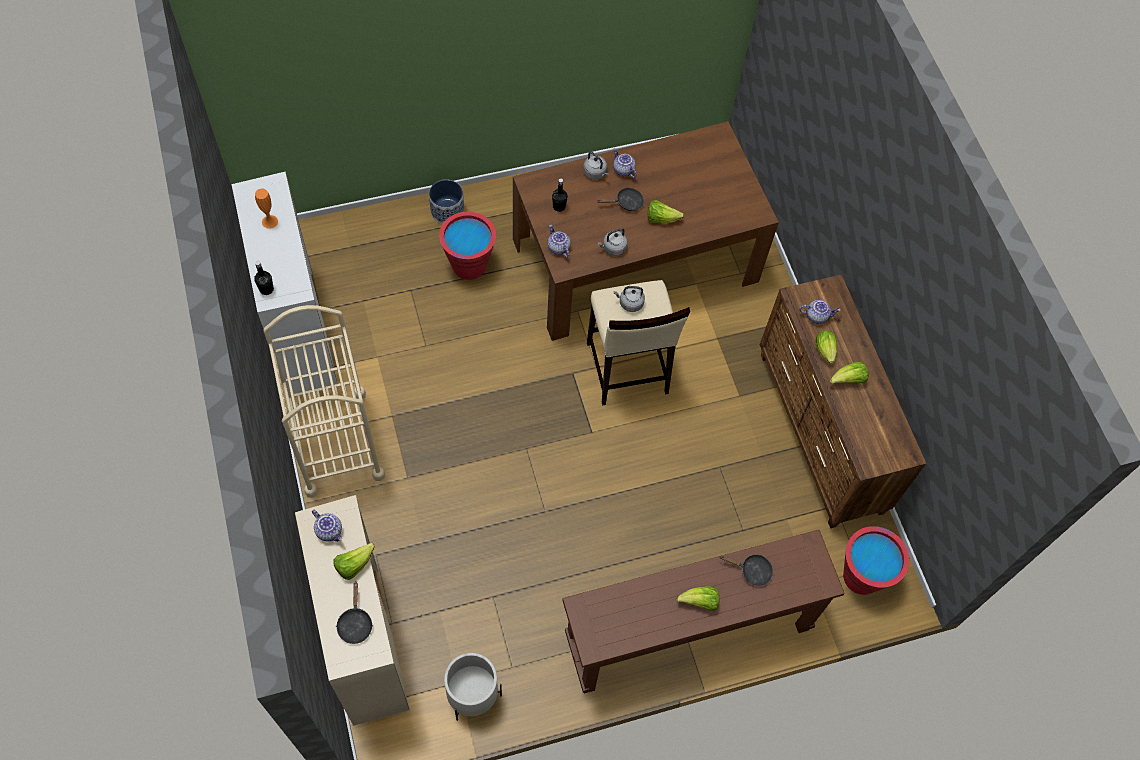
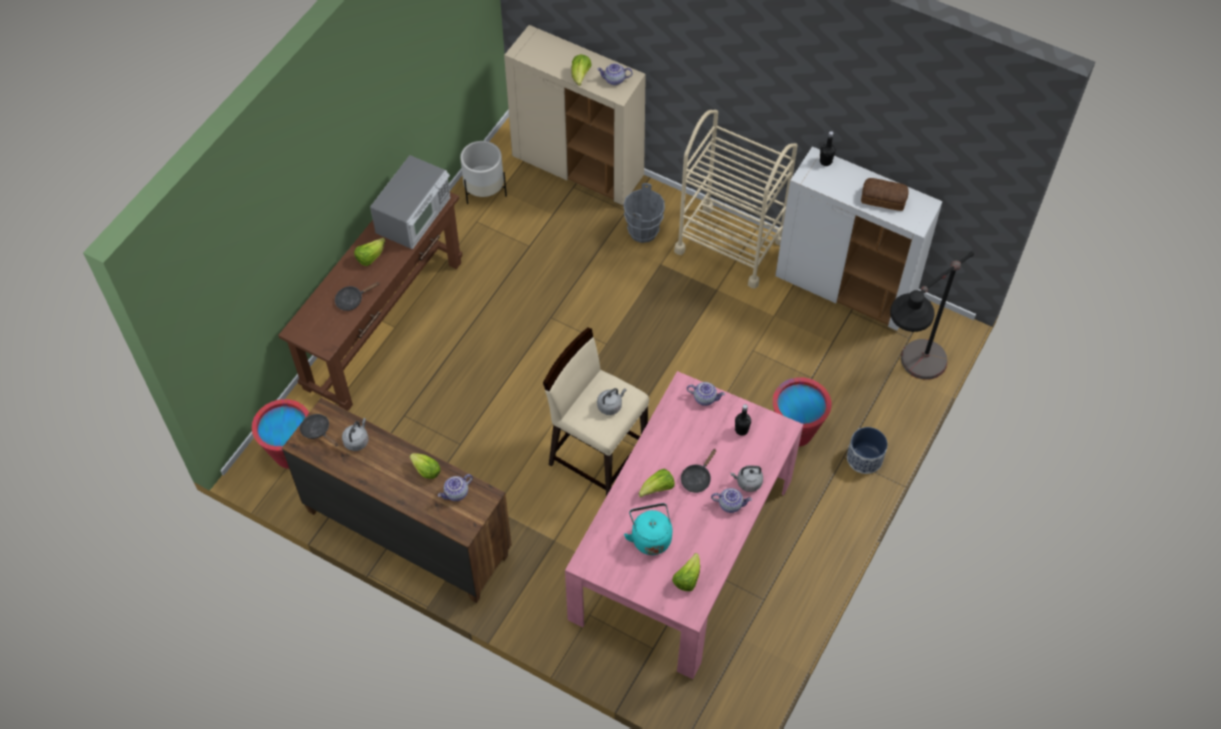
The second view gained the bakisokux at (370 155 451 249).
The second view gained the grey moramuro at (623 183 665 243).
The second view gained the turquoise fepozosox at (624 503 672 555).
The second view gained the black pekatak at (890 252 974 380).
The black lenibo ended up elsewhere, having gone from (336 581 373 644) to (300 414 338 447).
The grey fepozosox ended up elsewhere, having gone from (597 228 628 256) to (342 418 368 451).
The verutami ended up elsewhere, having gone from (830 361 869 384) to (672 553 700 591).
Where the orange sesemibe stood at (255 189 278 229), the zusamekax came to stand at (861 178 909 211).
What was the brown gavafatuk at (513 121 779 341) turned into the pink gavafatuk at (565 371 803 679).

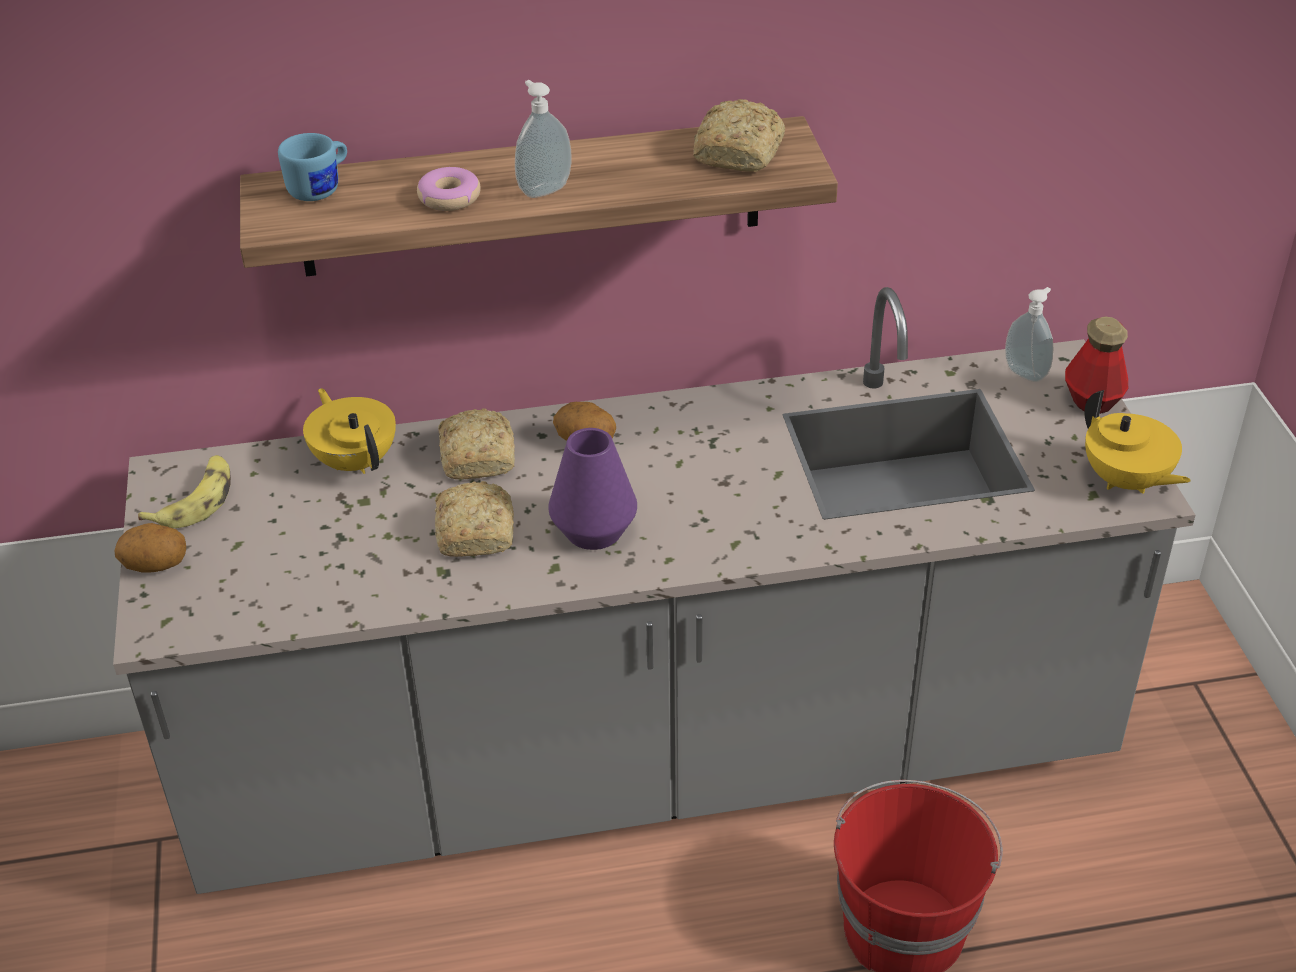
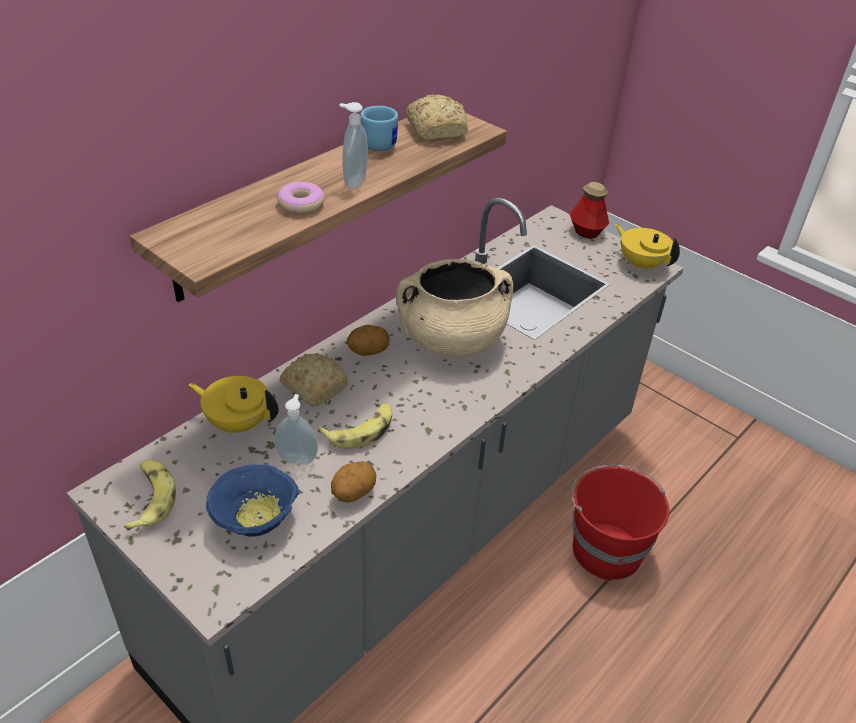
The second view lost the purple sesemibe at (548 428 637 550).
The second view gained the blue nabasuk at (206 464 299 536).
The second view gained the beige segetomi at (396 259 513 357).
The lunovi ended up elsewhere, having gone from (114 523 186 573) to (331 461 376 503).
The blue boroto ended up elsewhere, having gone from (278 133 347 201) to (360 106 398 151).
The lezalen ended up elsewhere, having gone from (1005 287 1053 382) to (274 394 318 465).
Where the zusamekax stood at (435 481 514 557), the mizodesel came to stand at (318 403 392 448).
The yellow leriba at (1085 390 1191 494) ended up facing another way, 150 degrees counterclockwise from before.

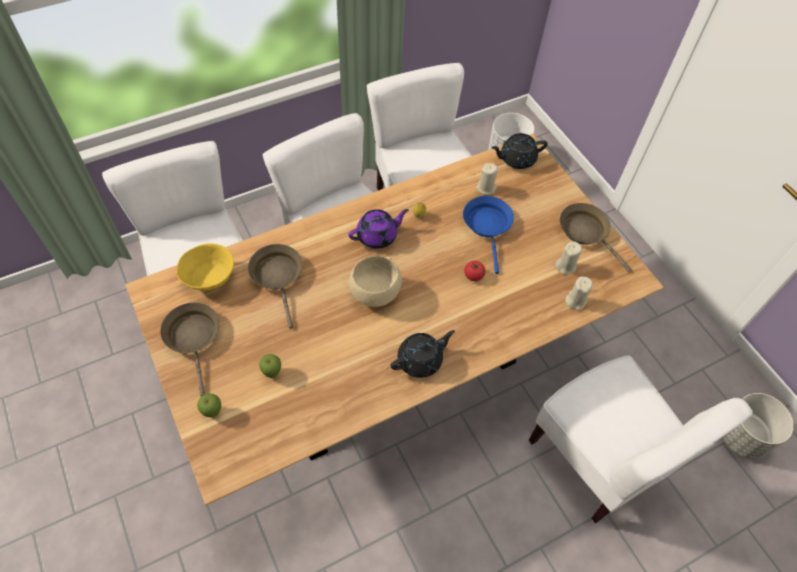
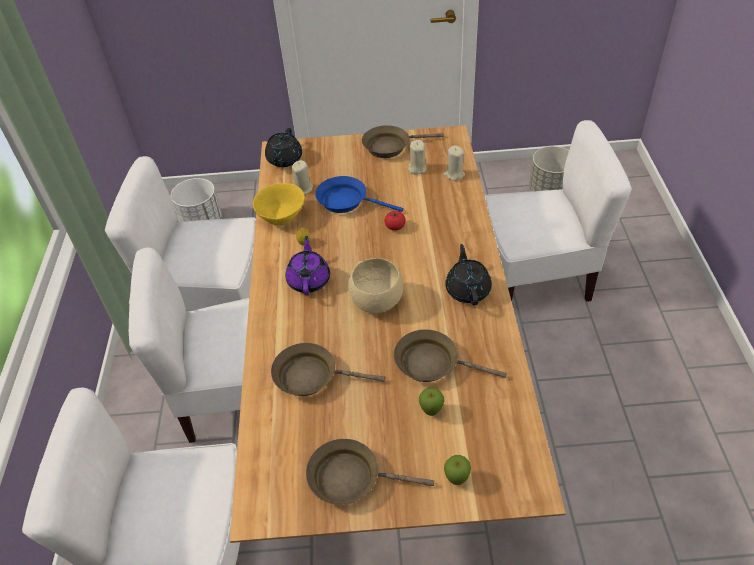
The second view gained the brown lenibo at (394 329 507 382).
The yellow nabasuk ended up elsewhere, having gone from (176 243 234 290) to (253 183 305 225).

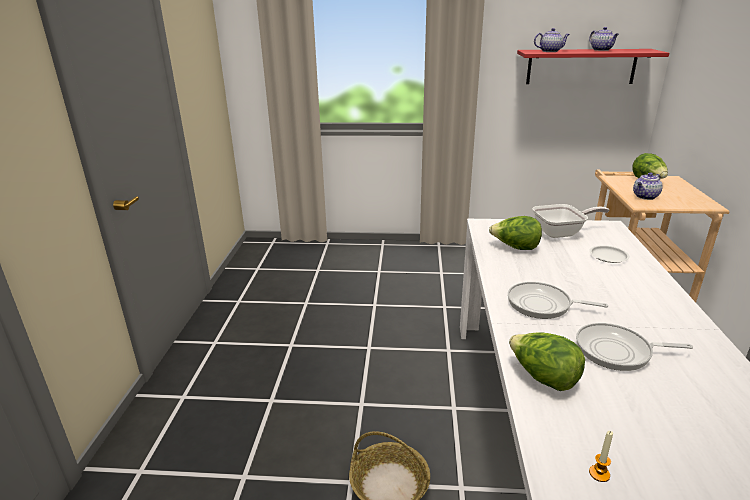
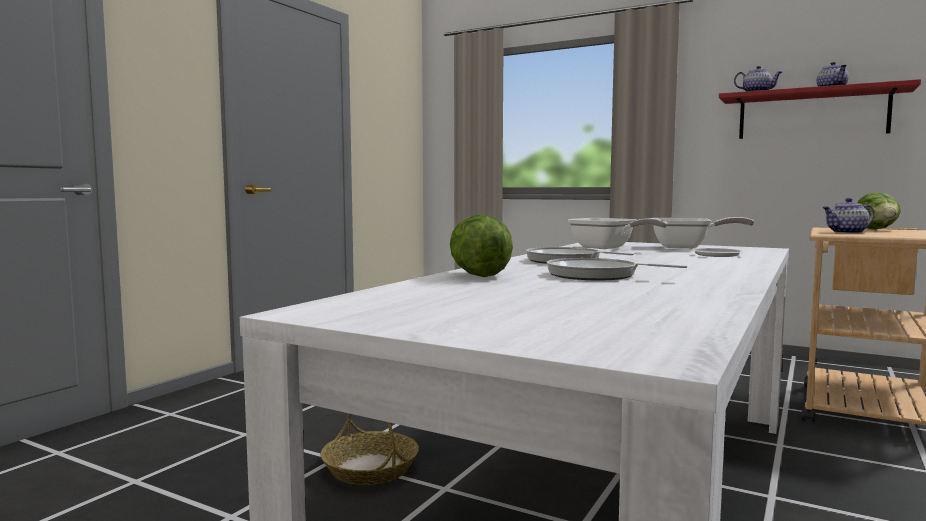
The second view lost the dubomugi at (589 431 613 482).
Where the verutami stood at (489 216 542 250), the lenibo came to stand at (568 218 668 249).

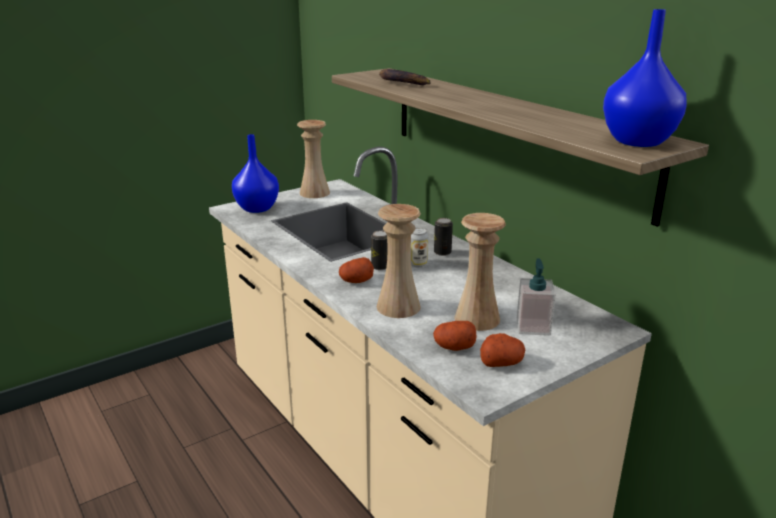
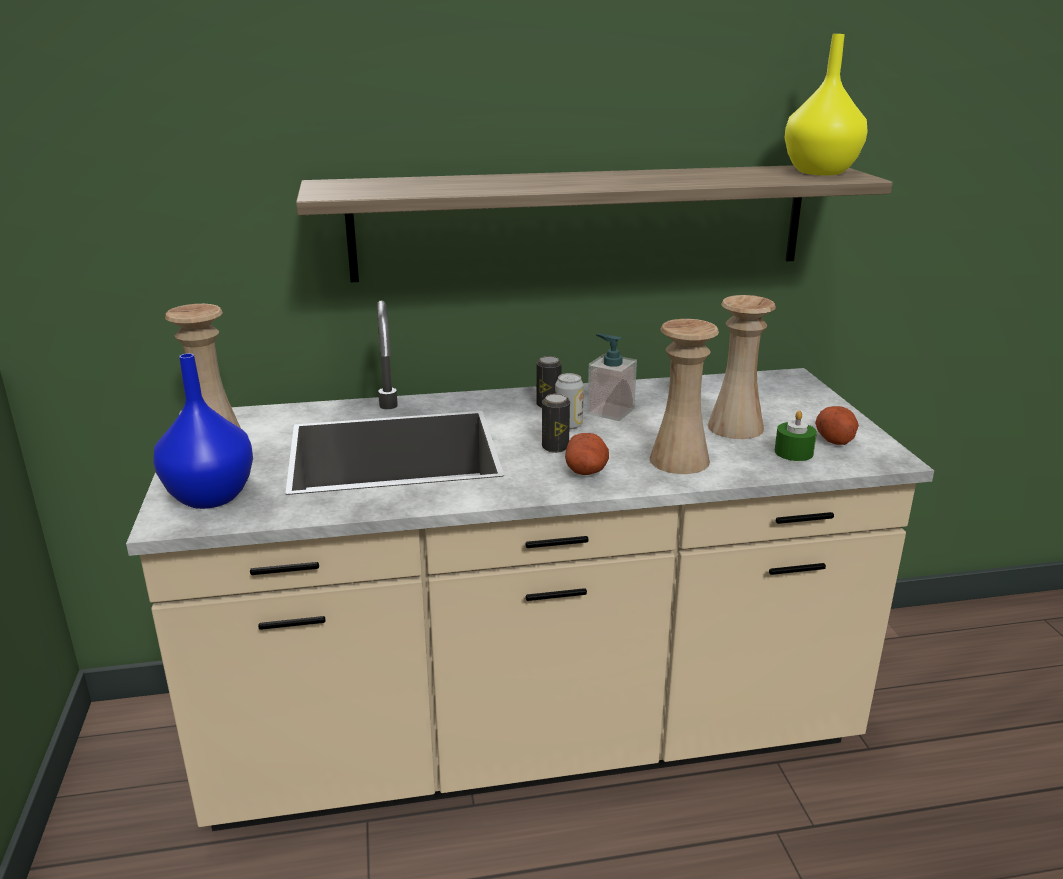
The second view lost the mizodesel at (379 69 431 85).
The lezalen ended up elsewhere, having gone from (517 259 556 336) to (587 334 637 421).
Where the lunovi stood at (433 321 477 351), the green dubomugi came to stand at (774 411 817 461).
What was the blue sesemibe at (603 9 687 147) turned into the yellow sesemibe at (785 34 868 175).

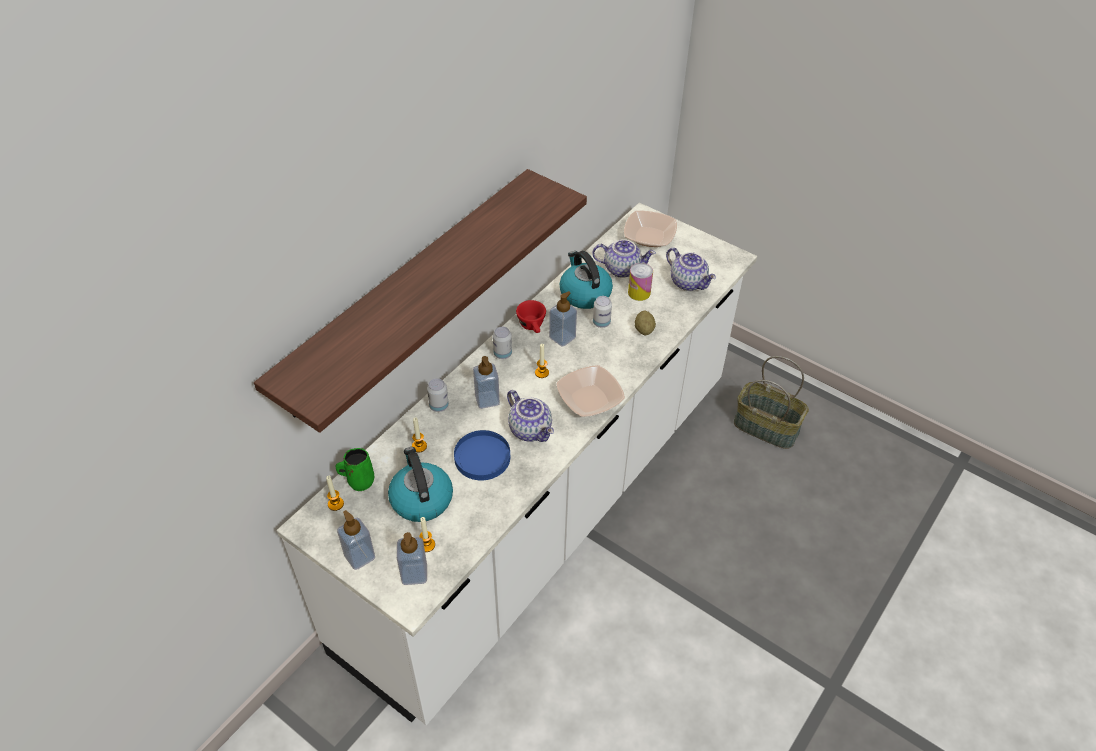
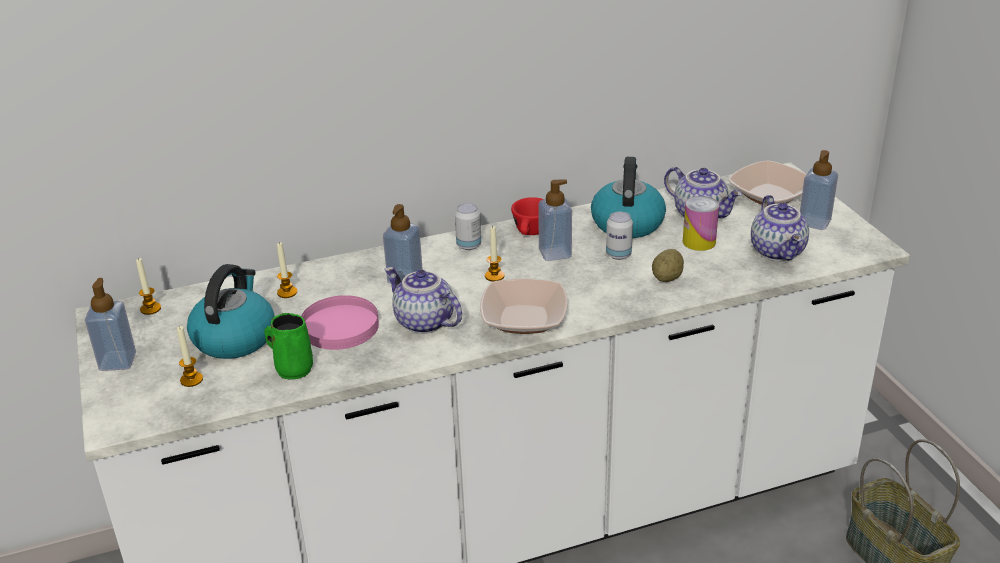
The second view lost the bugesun at (254 169 587 433).
The second view lost the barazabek at (427 378 449 412).
The green boroto ended up elsewhere, having gone from (336 448 374 491) to (264 313 313 380).
The lezalen ended up elsewhere, having gone from (397 532 427 585) to (800 150 838 230).
What was the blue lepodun at (454 430 510 480) turned into the pink lepodun at (301 295 379 350).
The leriba at (507 390 554 442) ended up facing another way, 135 degrees clockwise from before.

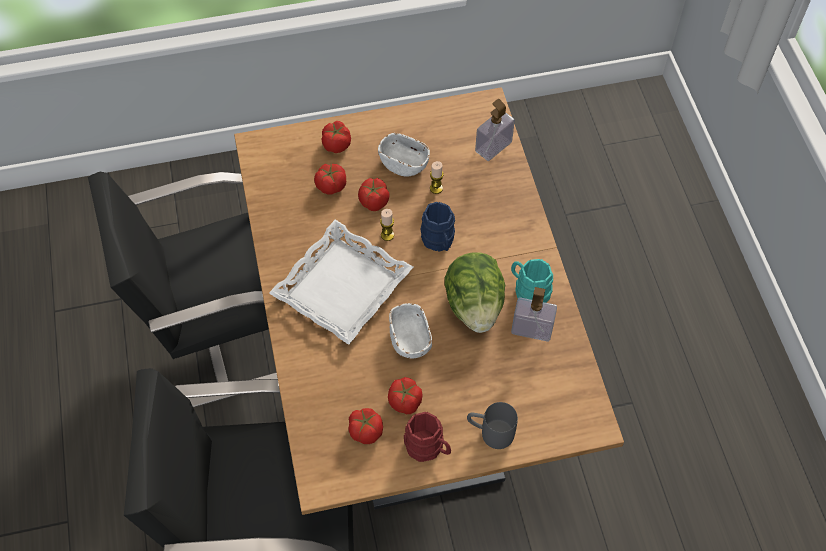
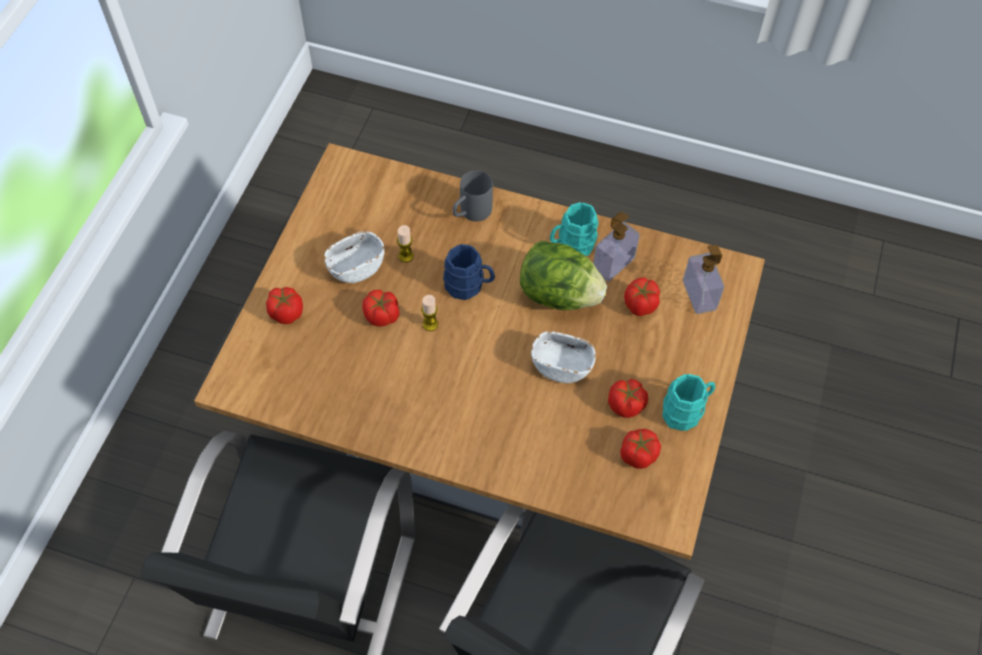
The second view lost the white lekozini at (269 220 413 345).
The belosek ended up elsewhere, having gone from (314 164 346 194) to (624 278 660 316).
The grey boroto ended up elsewhere, having gone from (467 402 518 449) to (453 170 493 222).
The lezalen ended up elsewhere, having gone from (475 99 515 161) to (683 245 724 314).
What was the red boroto at (404 412 451 462) turned into the turquoise boroto at (662 374 715 431).

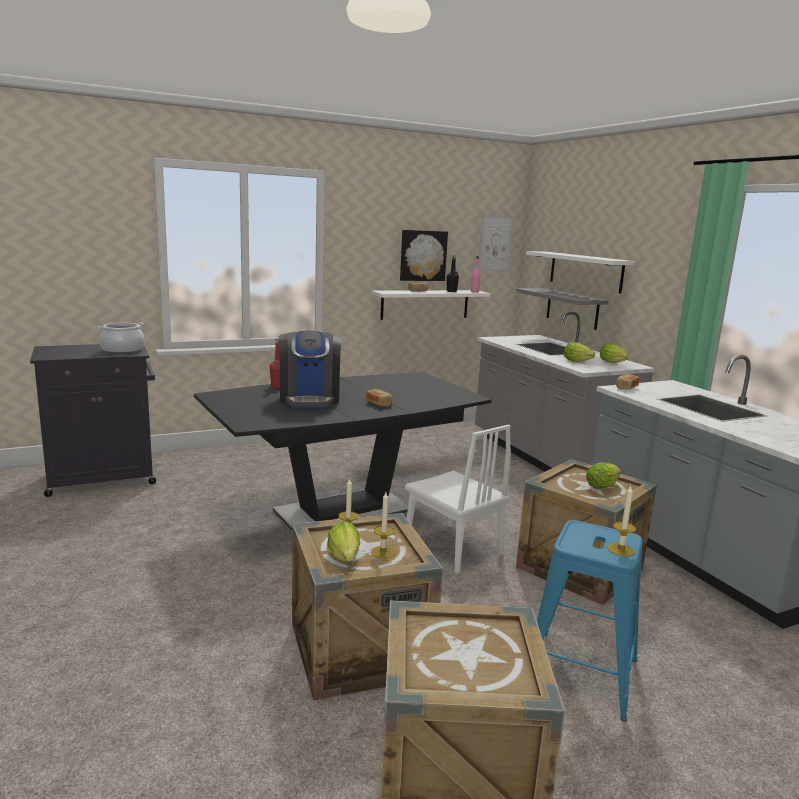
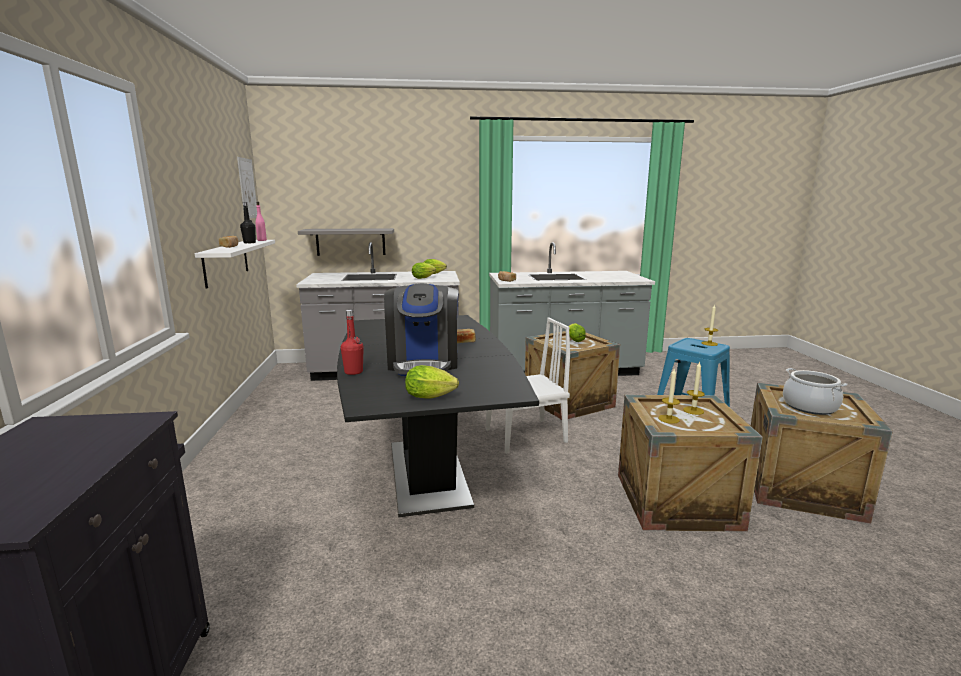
The second view lost the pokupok at (400 230 448 281).
The second view lost the white bugesun at (526 251 635 294).
The segetomi ended up elsewhere, having gone from (98 322 144 354) to (783 368 847 415).
The verutami ended up elsewhere, having gone from (327 521 360 562) to (405 365 459 399).
The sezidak at (278 330 341 407) ended up facing another way, 75 degrees clockwise from before.

